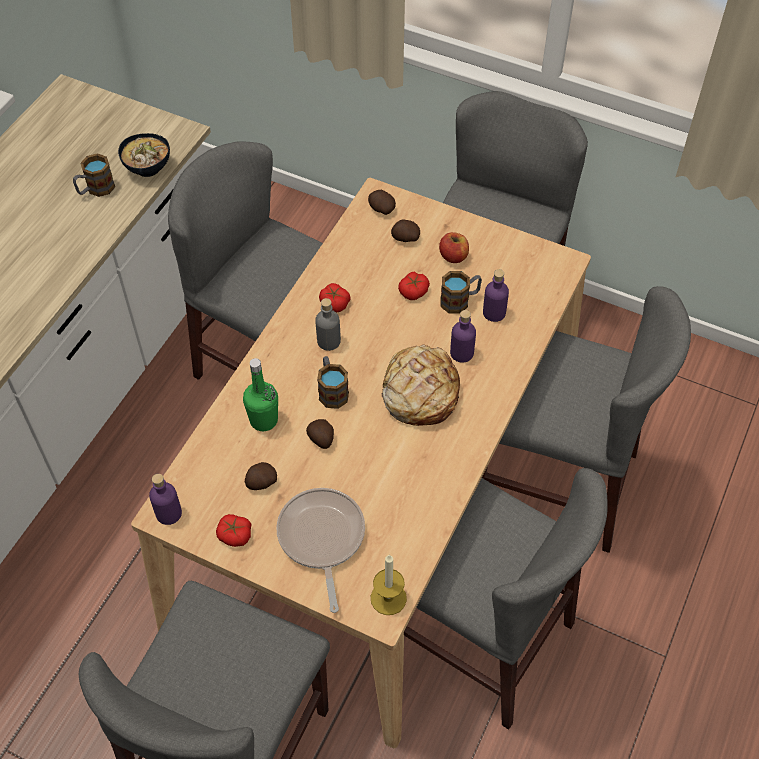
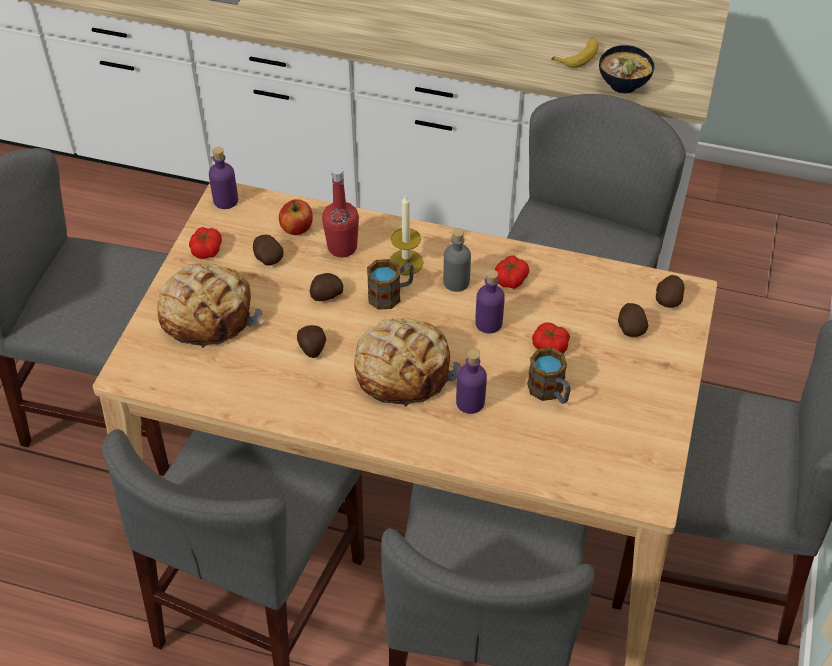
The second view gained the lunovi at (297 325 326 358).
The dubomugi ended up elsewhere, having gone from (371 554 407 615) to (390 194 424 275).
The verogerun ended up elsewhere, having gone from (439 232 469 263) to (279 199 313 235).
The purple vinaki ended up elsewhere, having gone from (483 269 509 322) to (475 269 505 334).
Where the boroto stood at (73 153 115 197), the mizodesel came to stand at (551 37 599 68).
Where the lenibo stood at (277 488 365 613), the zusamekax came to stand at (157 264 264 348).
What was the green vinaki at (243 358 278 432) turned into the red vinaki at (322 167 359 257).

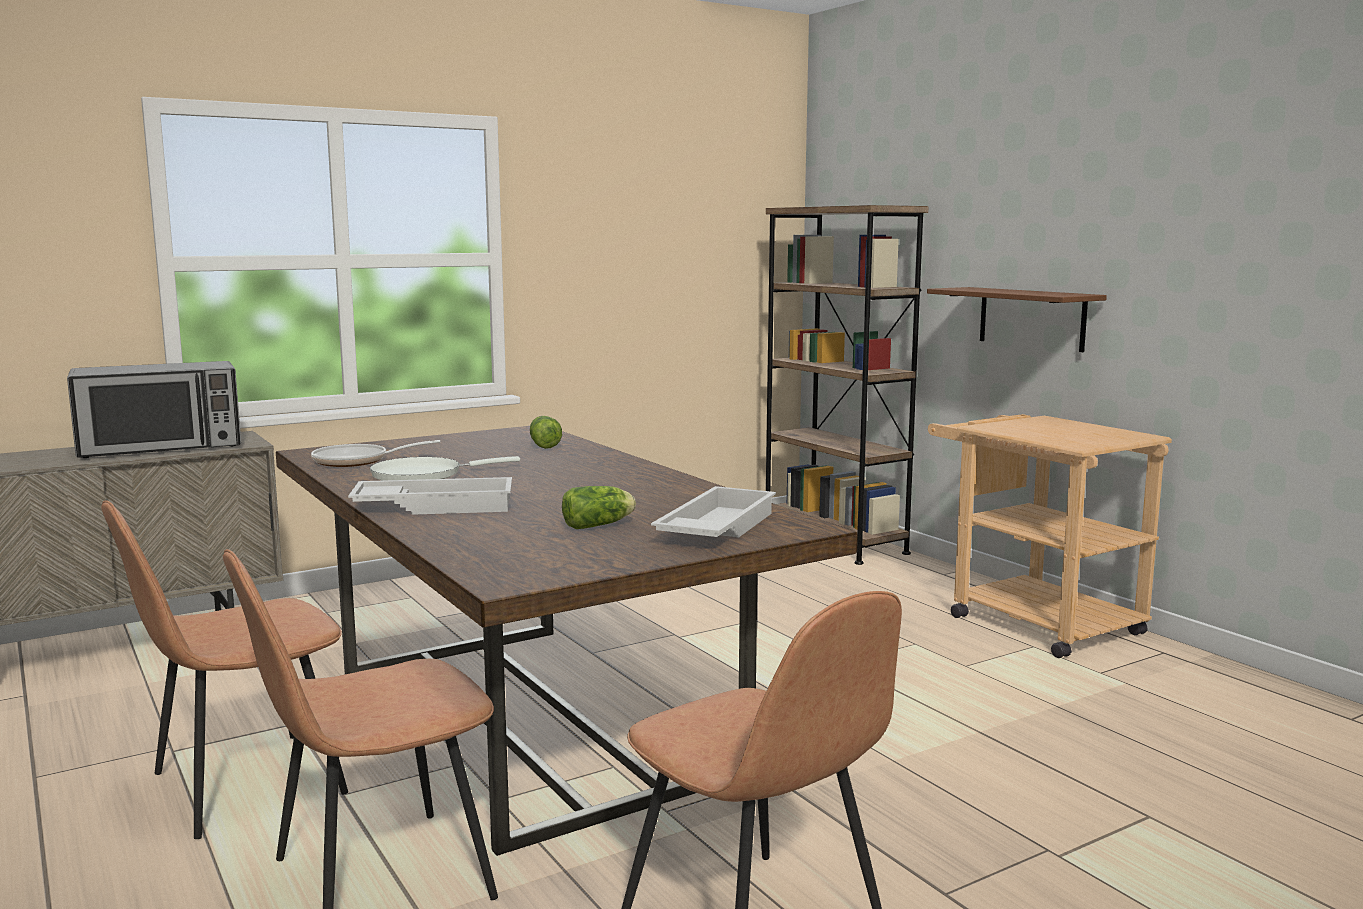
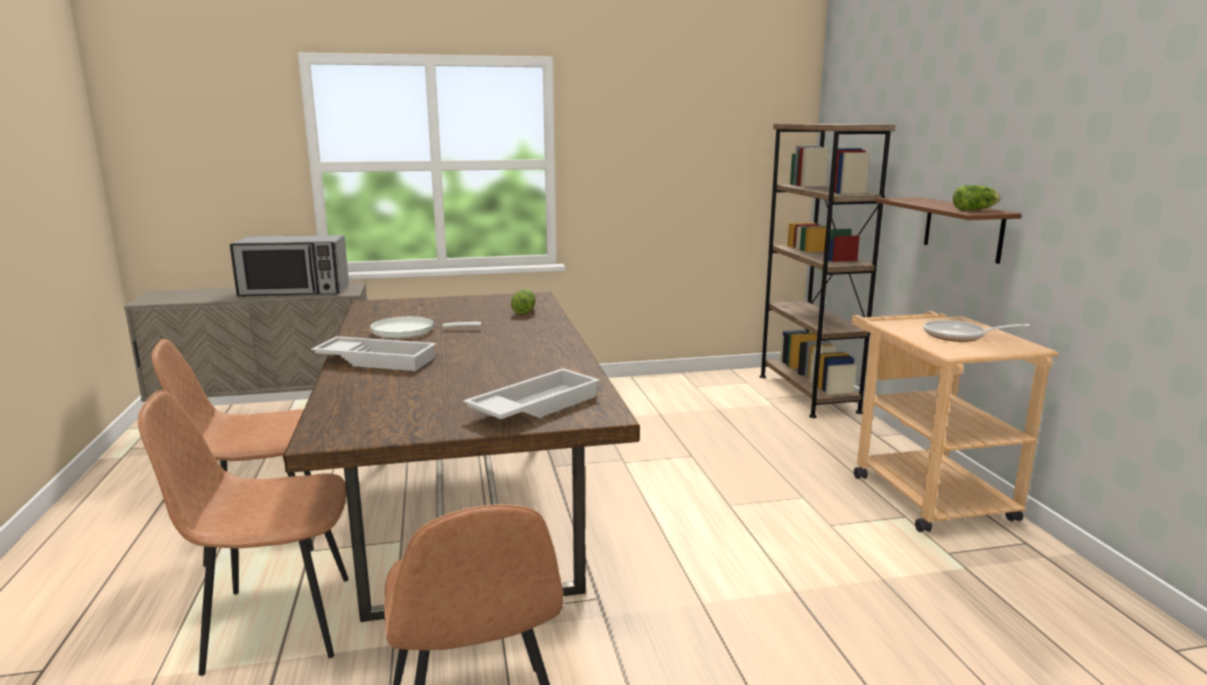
The lenibo ended up elsewhere, having gone from (311 440 440 467) to (923 320 1030 342).
The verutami ended up elsewhere, having gone from (562 486 636 529) to (953 185 1001 210).

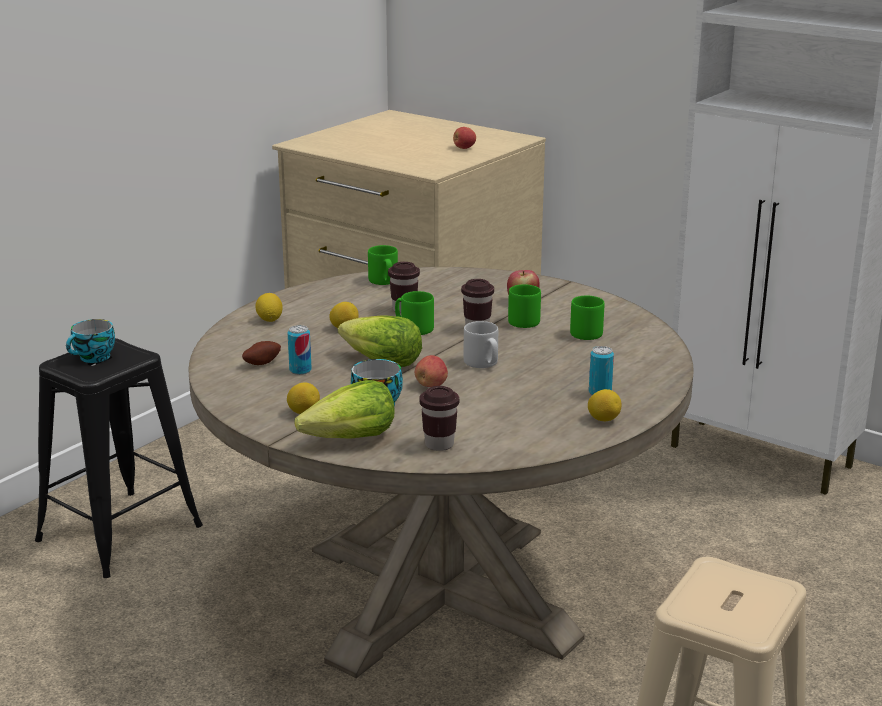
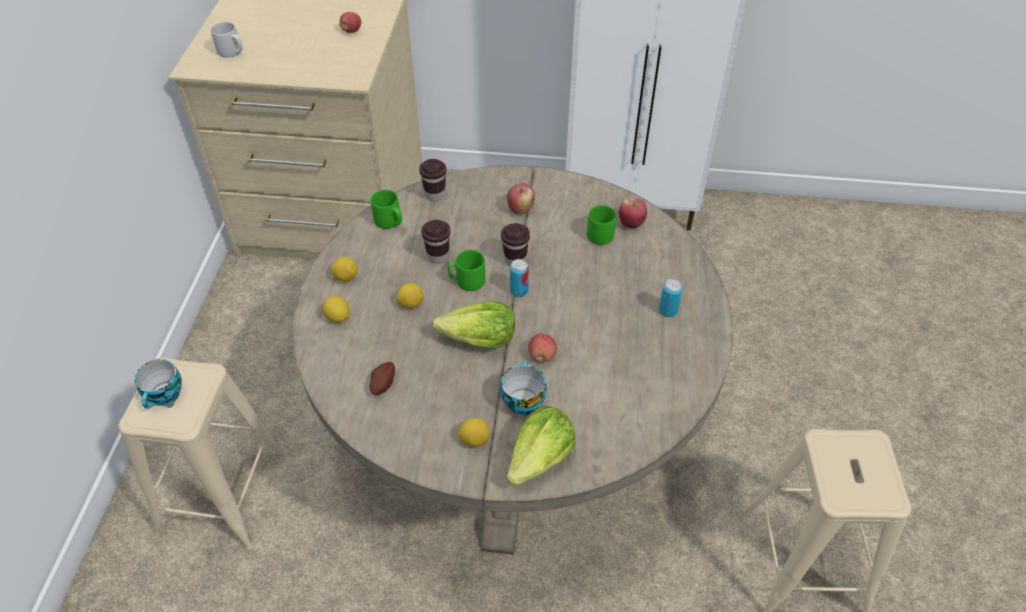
The second view lost the green boroto at (508 284 541 328).
The second view gained the verogerun at (619 199 647 228).
The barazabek ended up elsewhere, having gone from (287 325 312 375) to (510 259 529 297).
The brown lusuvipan ended up elsewhere, having gone from (419 386 459 451) to (419 159 446 201).
The grey boroto ended up elsewhere, having gone from (464 321 498 368) to (210 22 243 58).
The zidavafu ended up elsewhere, having gone from (588 389 621 421) to (331 257 357 282).
What was the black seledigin at (35 338 203 578) turned into the beige seledigin at (119 358 286 550).

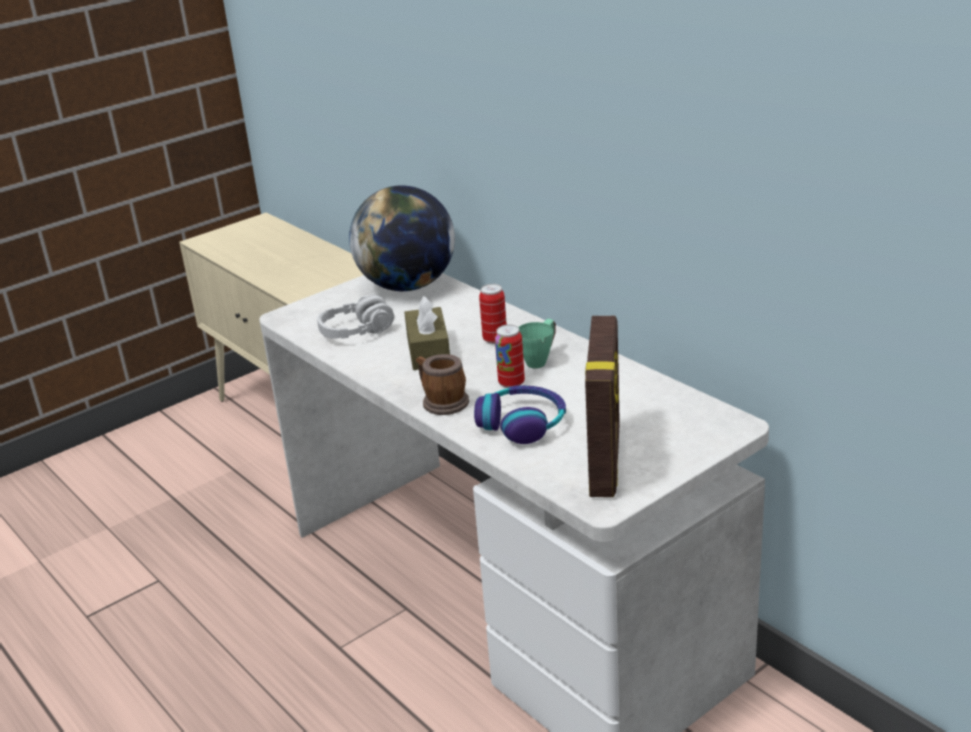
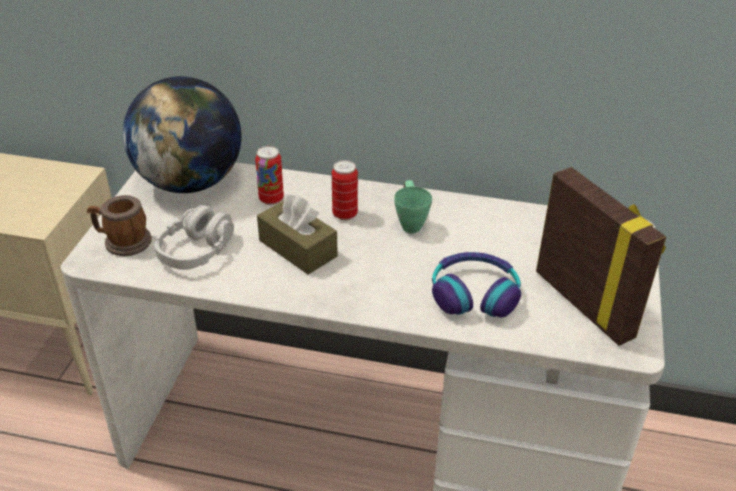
The boroto ended up elsewhere, having gone from (416 354 469 415) to (87 195 152 256).
The barazabek ended up elsewhere, having gone from (495 324 525 388) to (255 146 284 205).

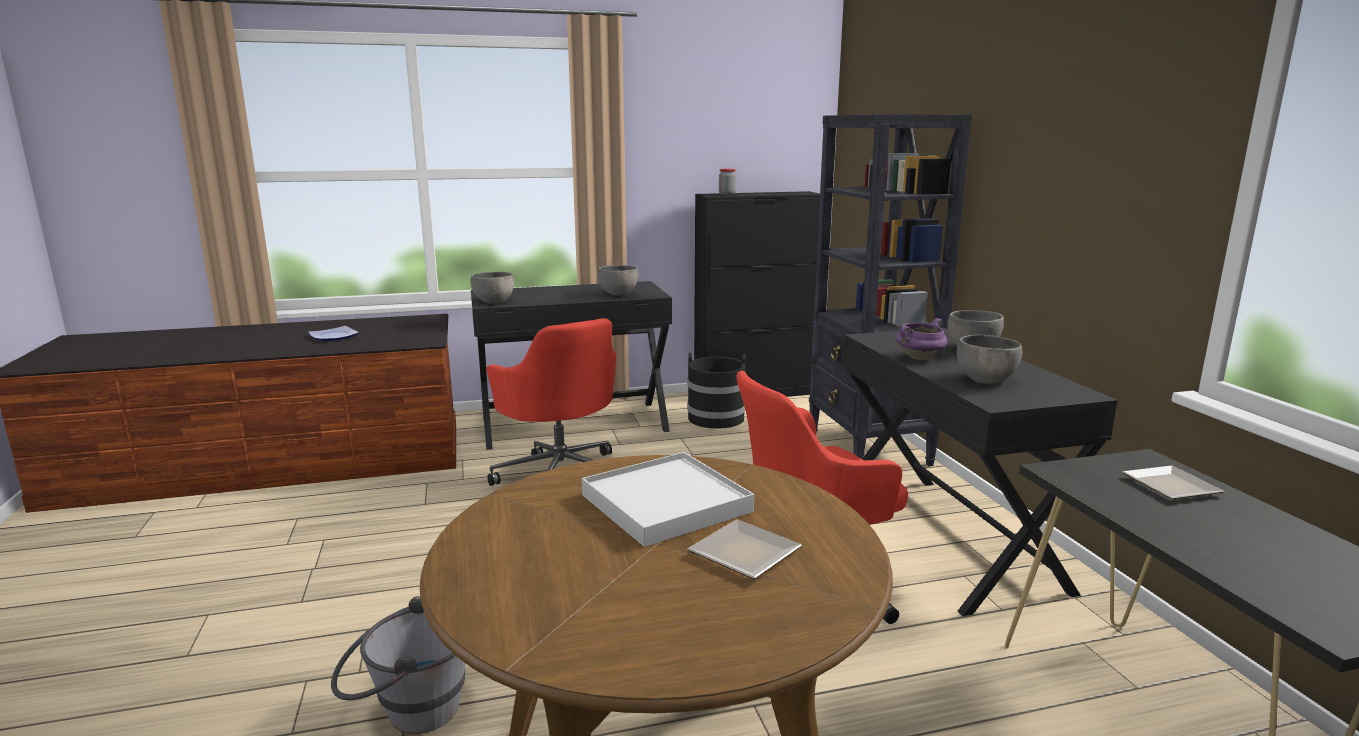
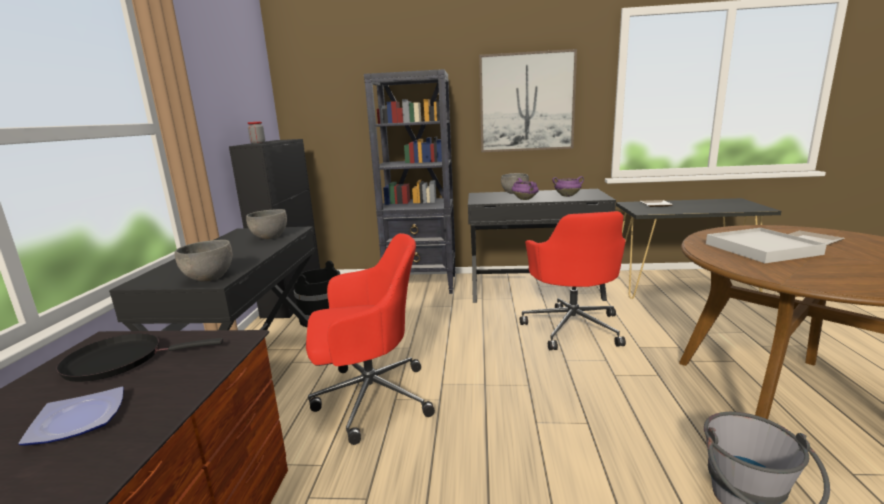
The second view gained the black lenibo at (56 333 223 382).
The second view gained the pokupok at (479 49 577 152).
Where the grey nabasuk stood at (957 335 1022 384), the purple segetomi came to stand at (552 176 584 197).

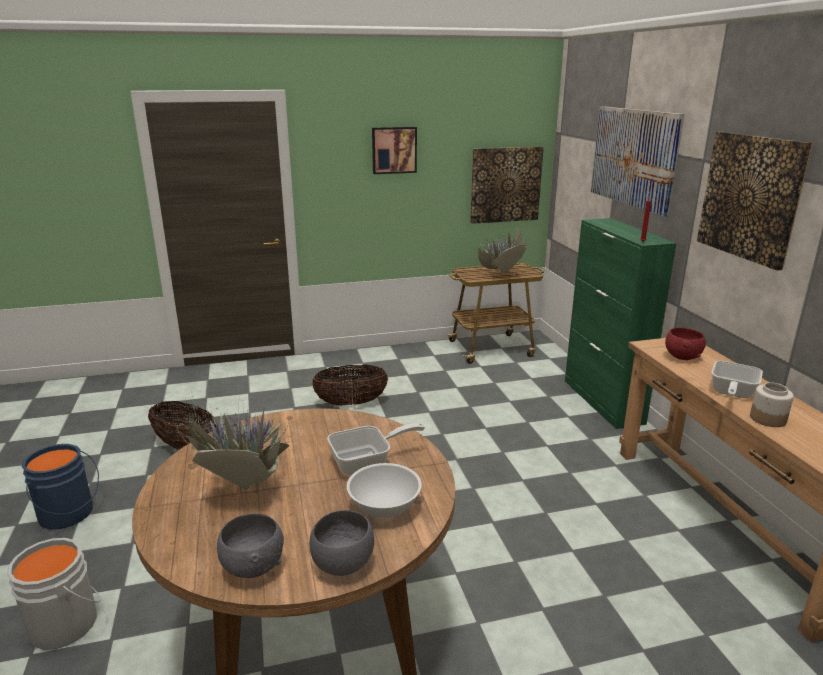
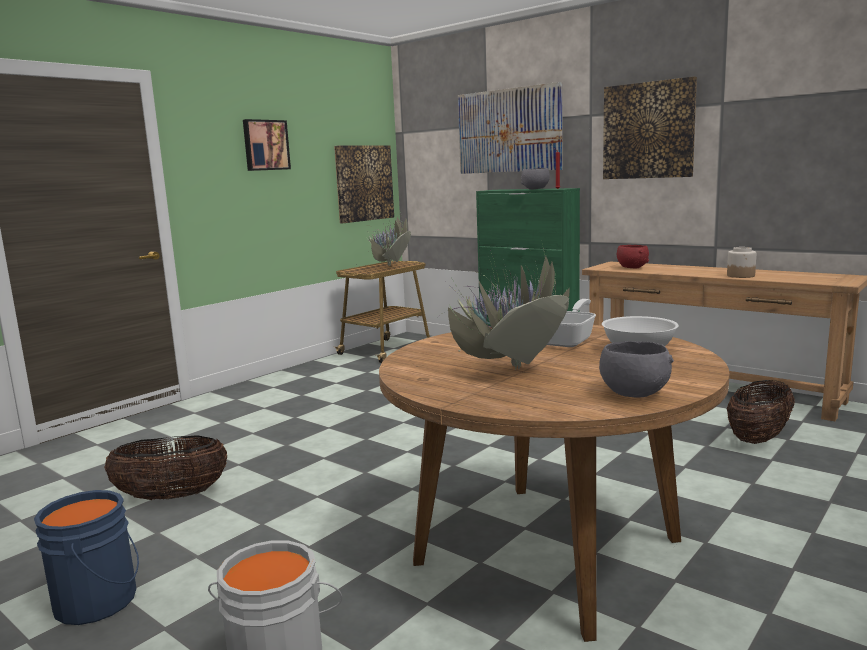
The second view lost the lenibo at (712 361 763 398).
The grey nabasuk ended up elsewhere, having gone from (309 510 374 576) to (521 168 550 190).
The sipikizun ended up elsewhere, having gone from (312 365 388 405) to (727 380 795 444).

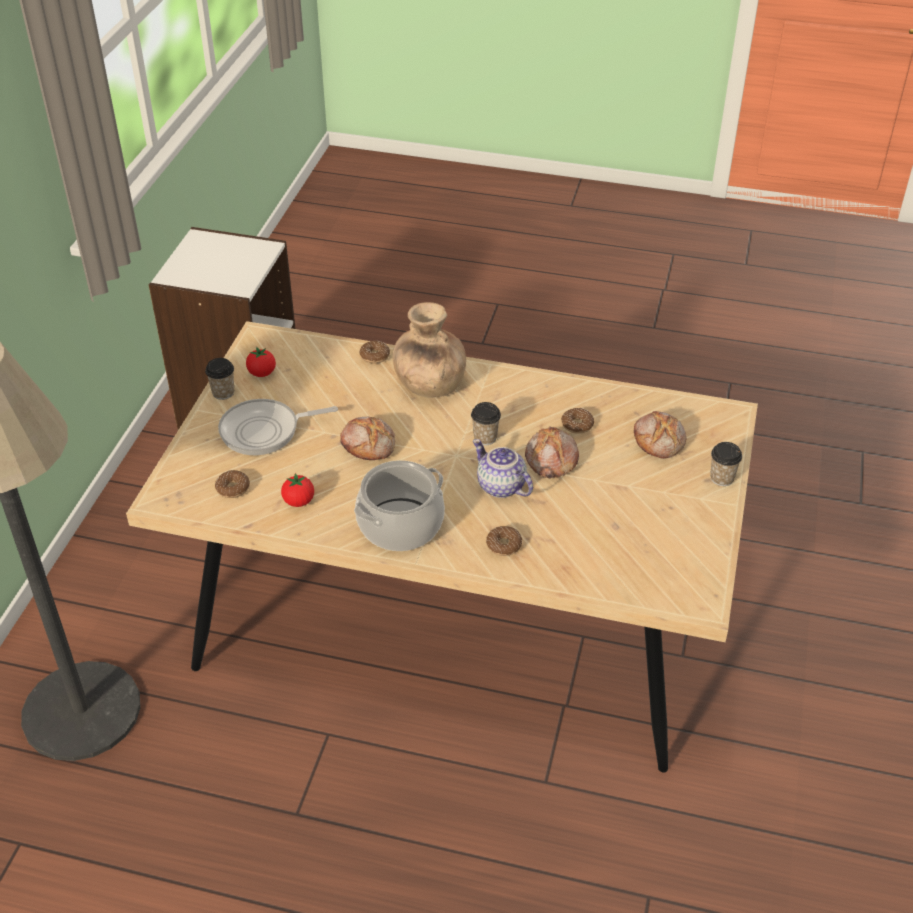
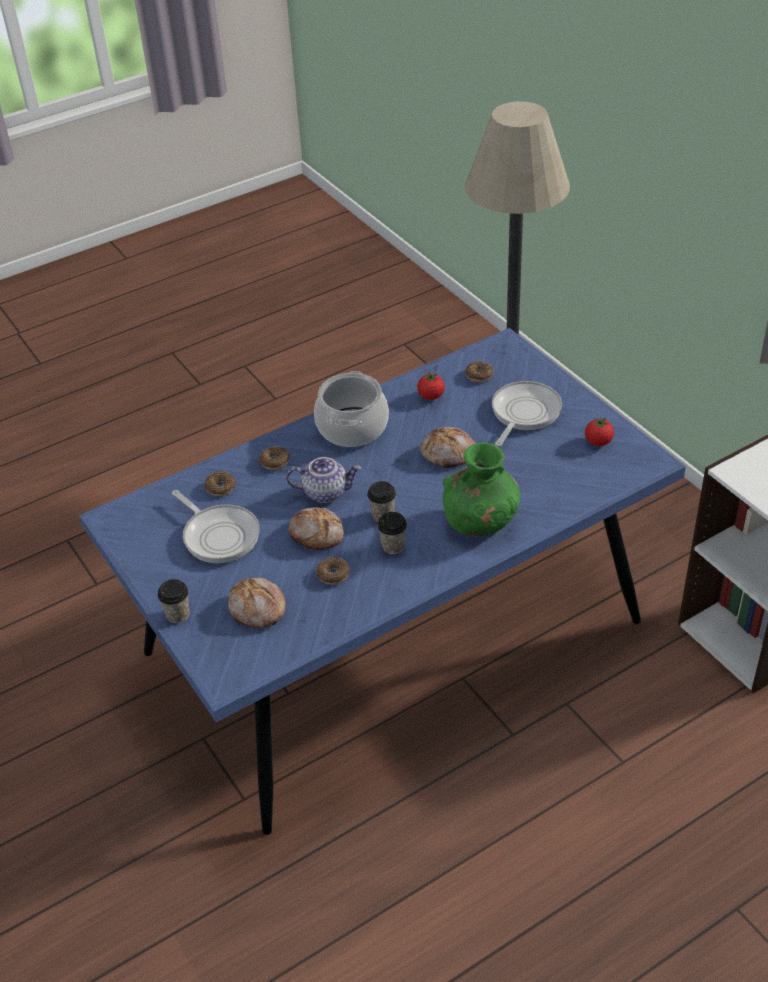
The second view gained the lenibo at (172 490 260 563).
The lusuvipan ended up elsewhere, having gone from (205 358 234 400) to (377 512 407 554).
The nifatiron ended up elsewhere, having gone from (359 341 390 364) to (204 471 236 496).
What was the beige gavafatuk at (126 321 758 772) turned into the blue gavafatuk at (79 328 686 835).
What was the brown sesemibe at (393 302 466 398) turned into the green sesemibe at (443 442 520 536).

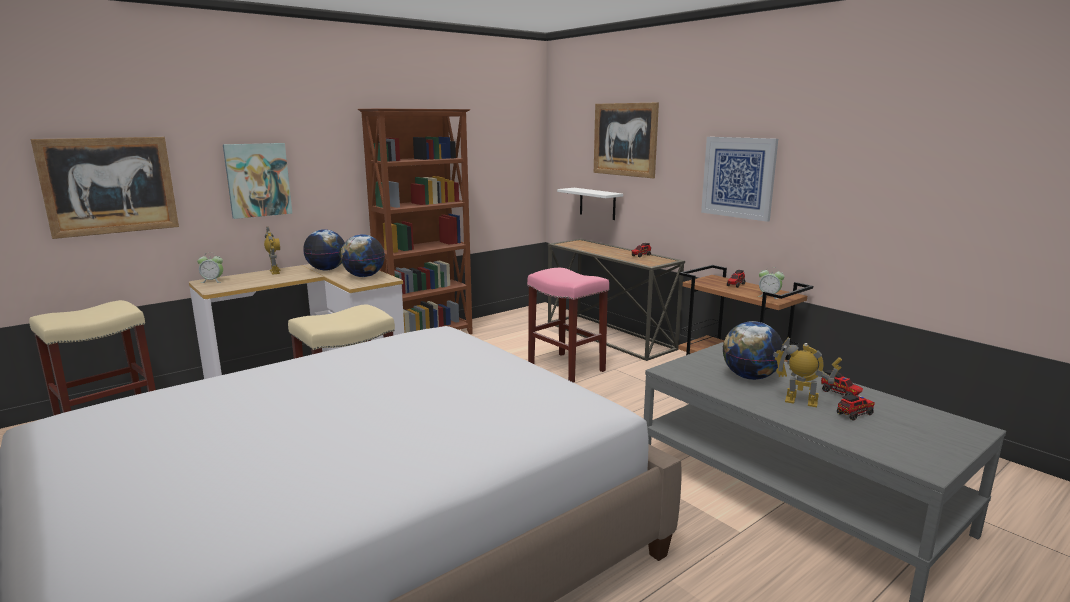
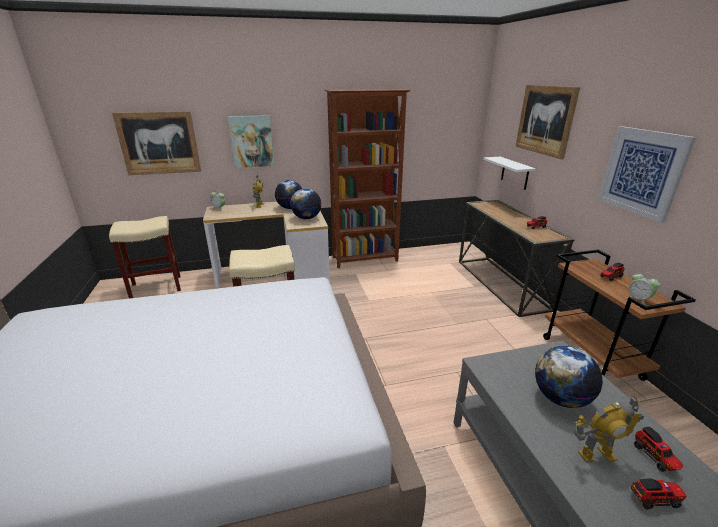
The second view lost the pink seledigin at (527 268 609 383).
The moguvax at (773 337 842 407) ended up facing another way, 120 degrees clockwise from before.

